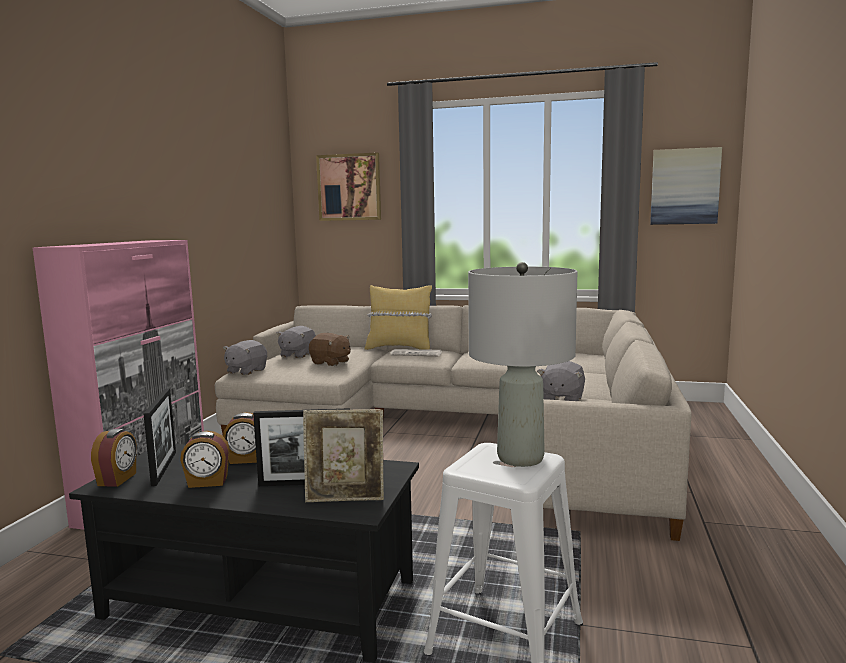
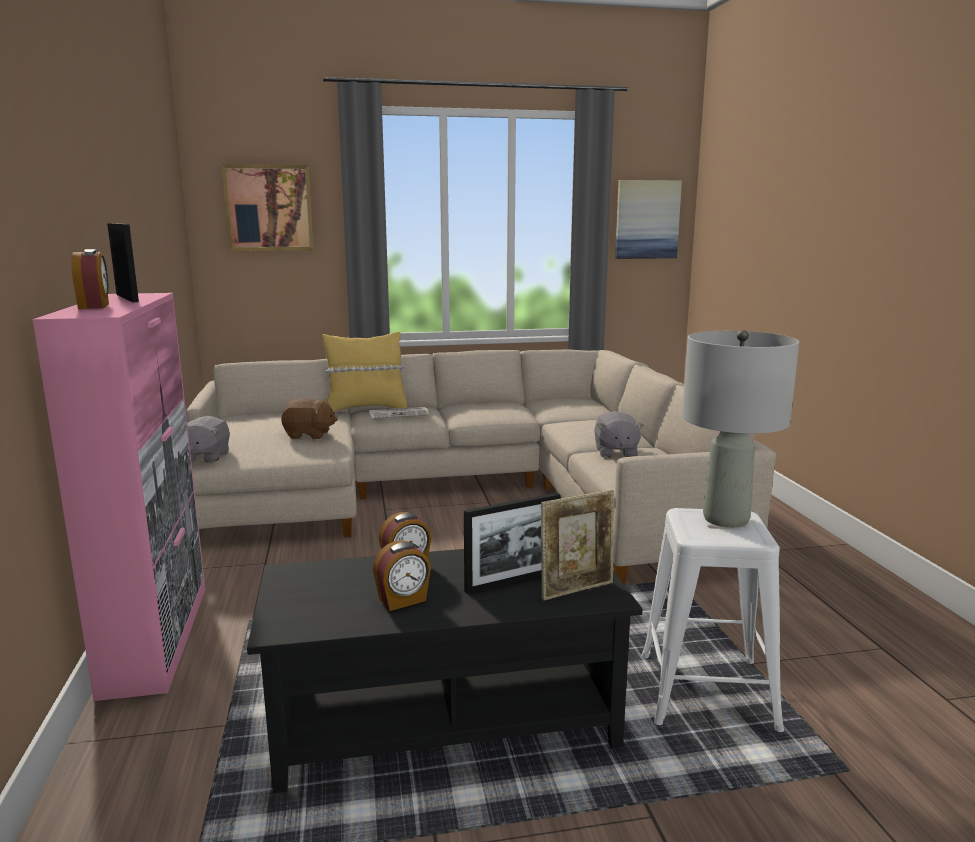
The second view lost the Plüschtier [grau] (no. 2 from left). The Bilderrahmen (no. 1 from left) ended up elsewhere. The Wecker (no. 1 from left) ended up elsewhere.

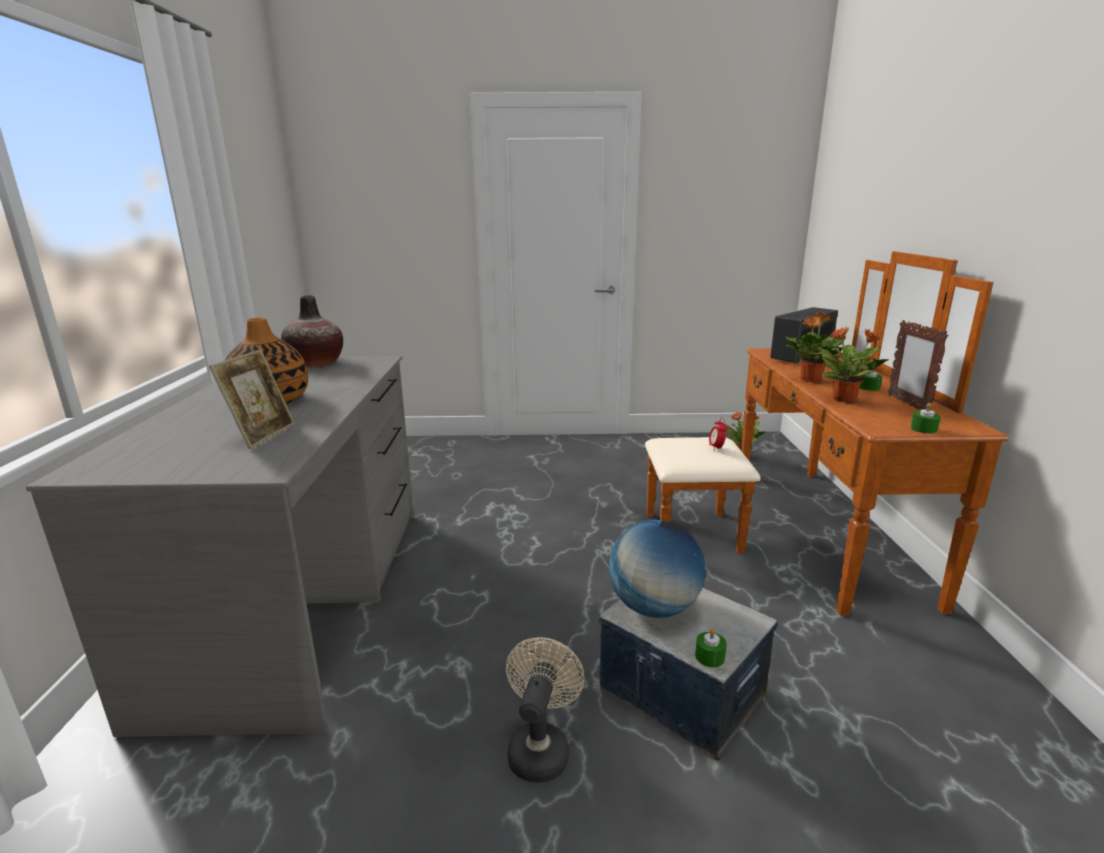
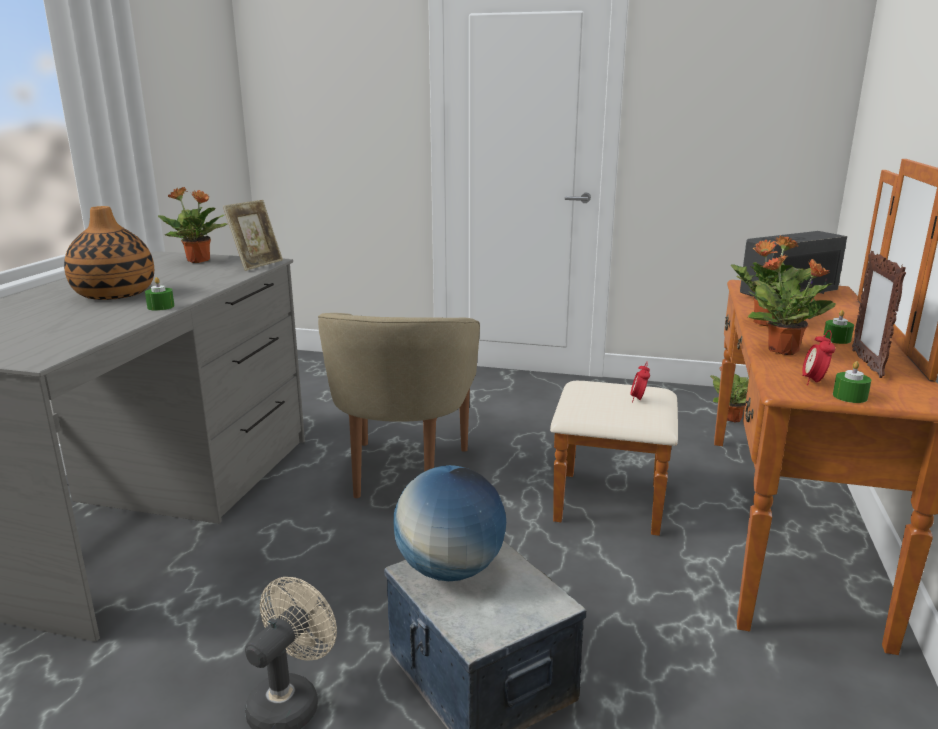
Where the Vase (no. 2 from left) stood, the Topfpflanze (no. 1 from left) came to stand. The Bilderrahmen (no. 1 from left) ended up elsewhere. The Kerze [grün] (no. 1 from left) ended up elsewhere. The second view gained the Sessel [beige]. The second view gained the Wecker (no. 2 from left).

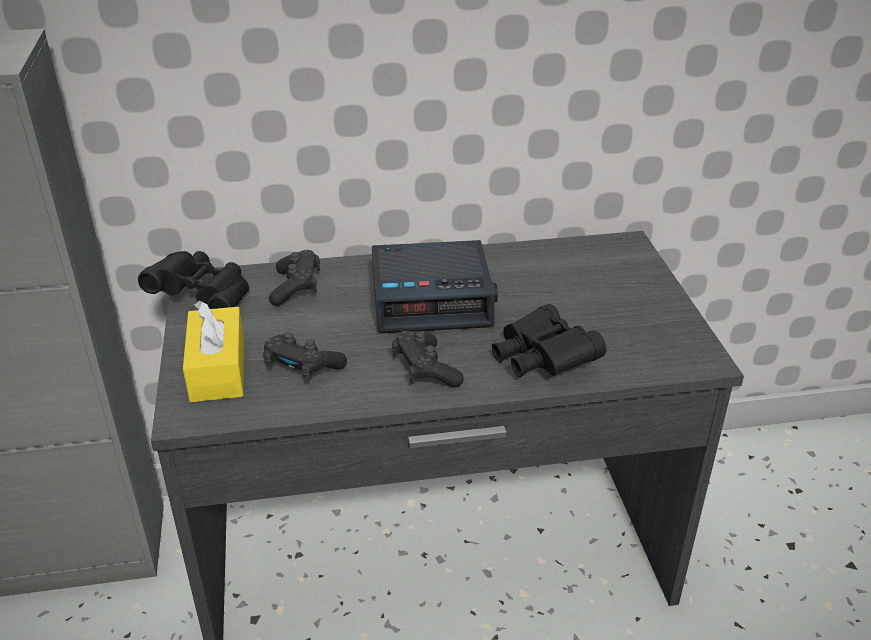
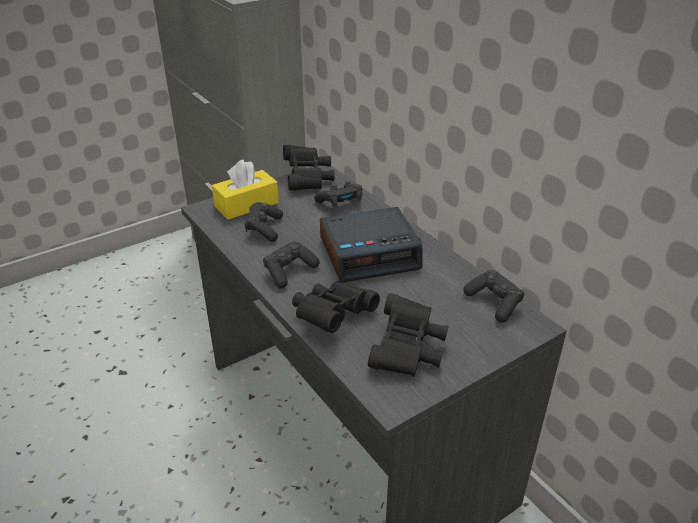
The Wecker ended up facing another way, 75 degrees counterclockwise from before. The second view gained the Gamepad [schwarz] (no. 4 from left). The second view gained the Fernglas [schwarz] (no. 3 from left).

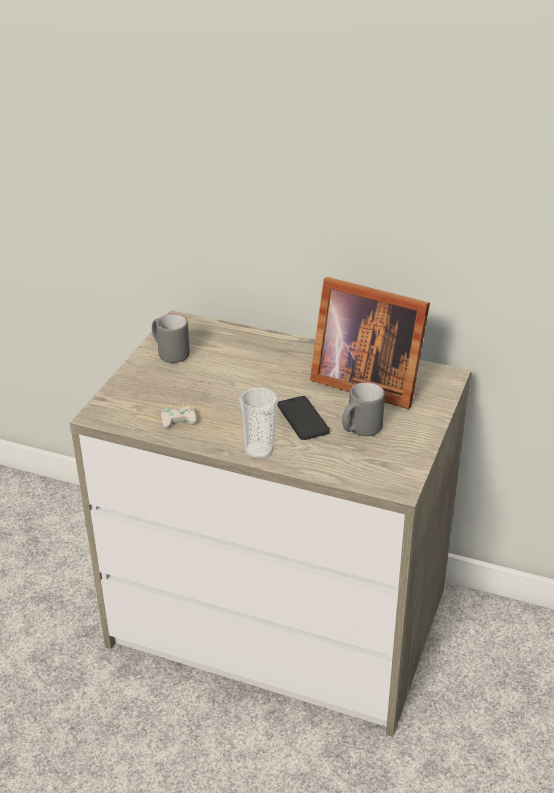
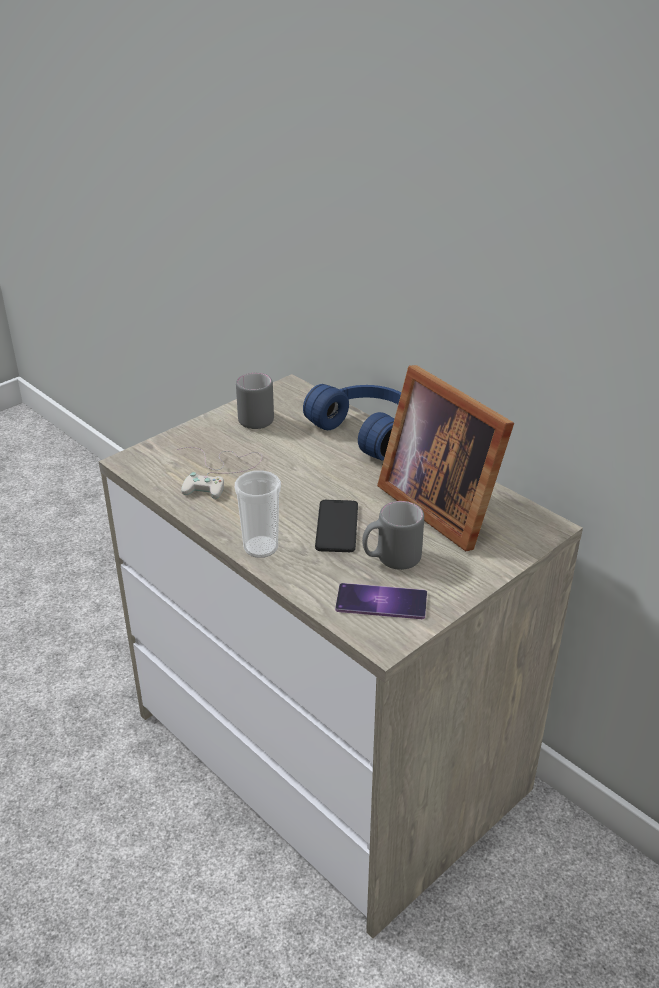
The second view gained the Kopfhörer [blau]. The second view gained the Handy (no. 2 from left).

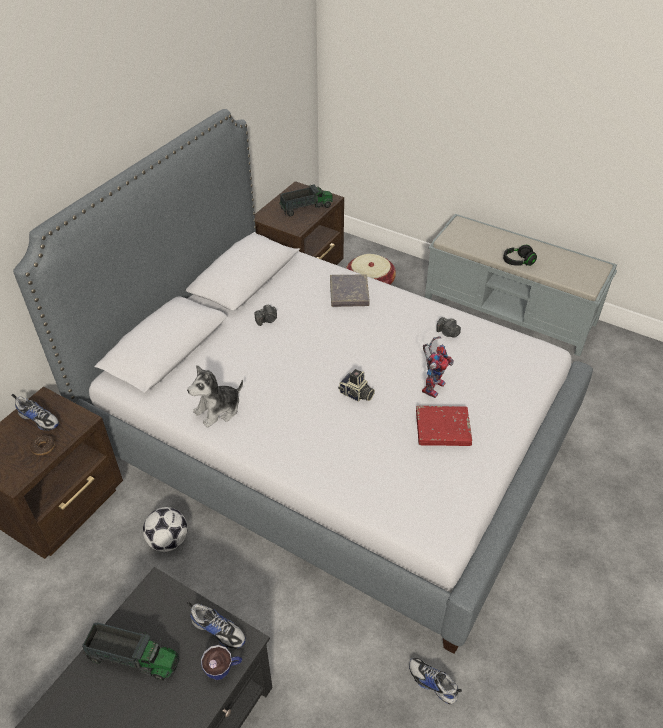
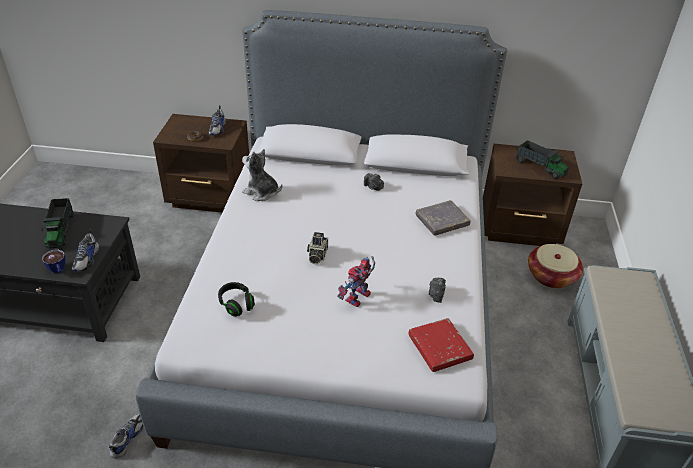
The Kopfhörer [schwarz] ended up elsewhere. The Spielzeugroboter ended up facing another way, 120 degrees clockwise from before. The Buch [rot] ended up elsewhere. The second view lost the Fußball.

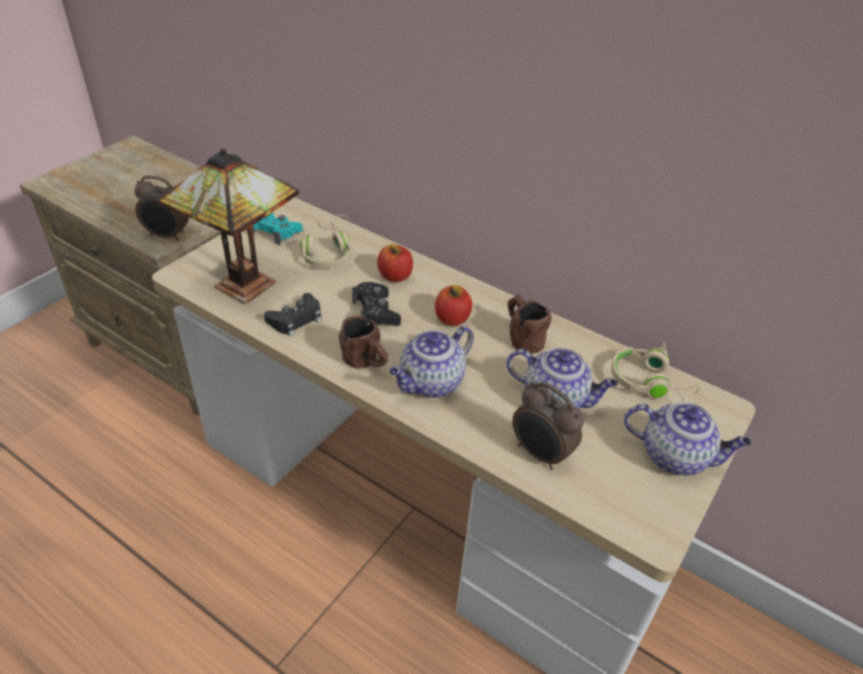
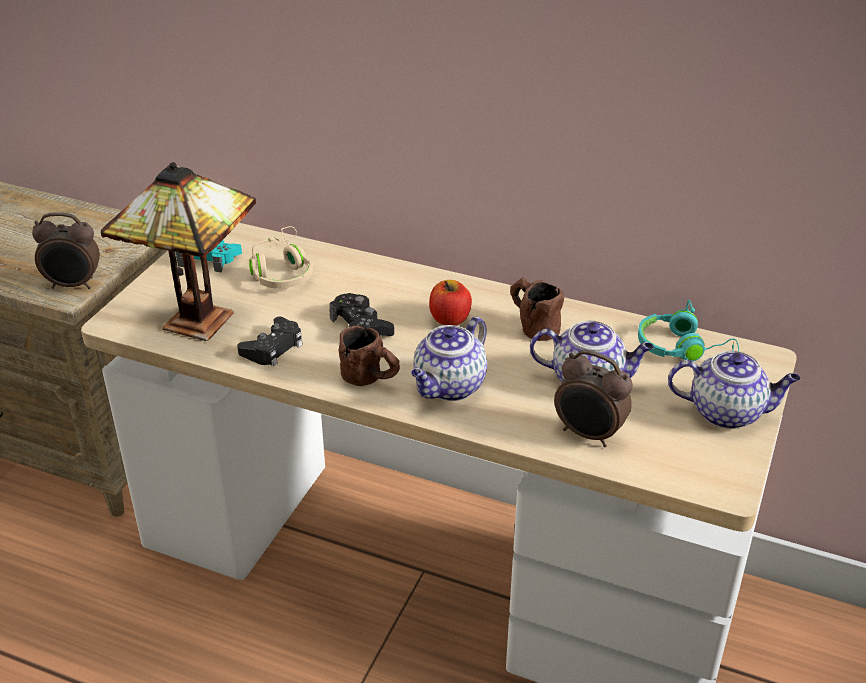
The second view lost the Apfel (no. 1 from left). What was the Kopfhörer [beige] (no. 2 from left) turned into the Kopfhörer [türkis].

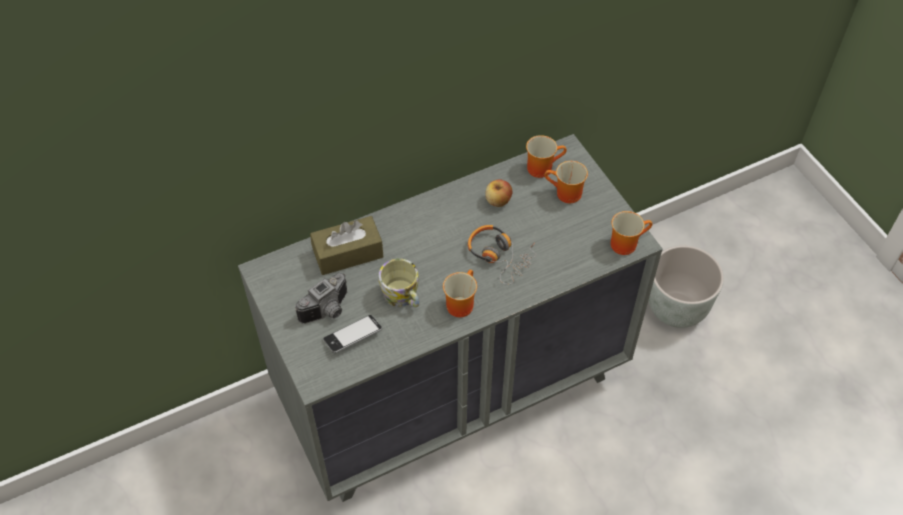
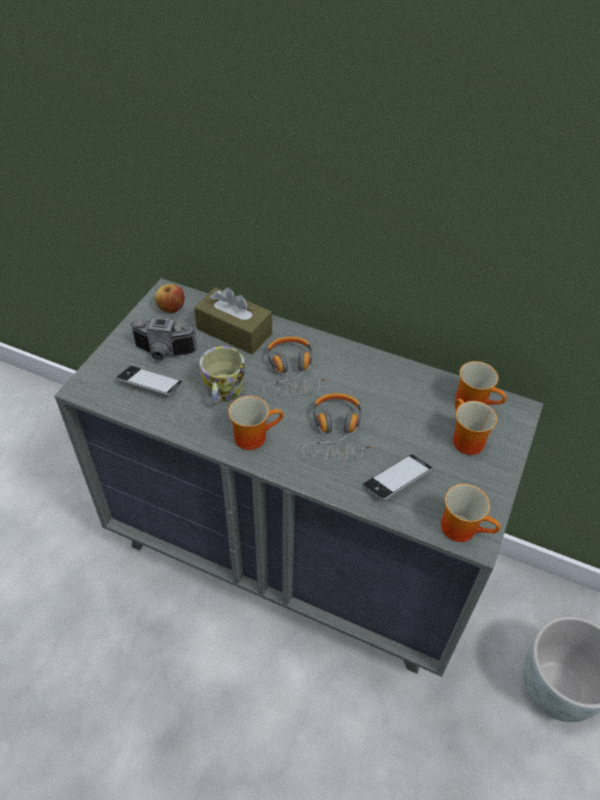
The Apfel ended up elsewhere. The second view gained the Kopfhörer (no. 1 from left). The second view gained the Handy (no. 2 from left).

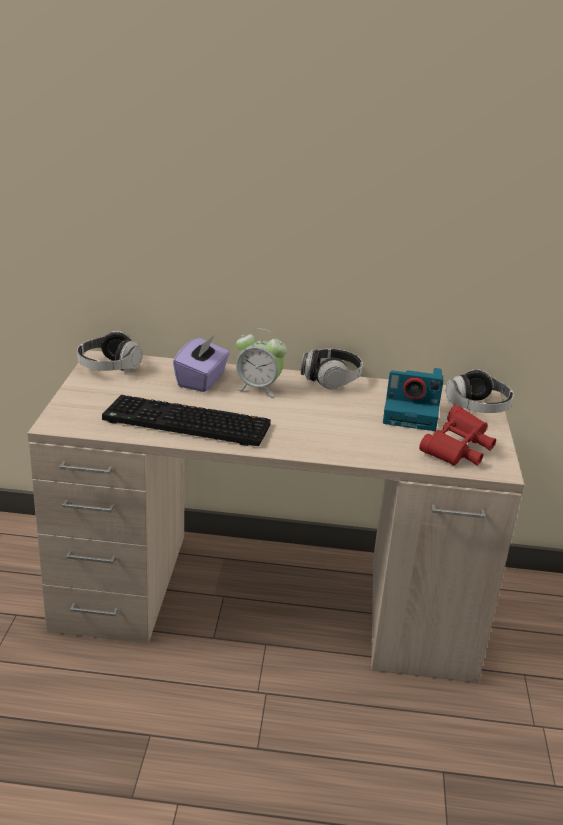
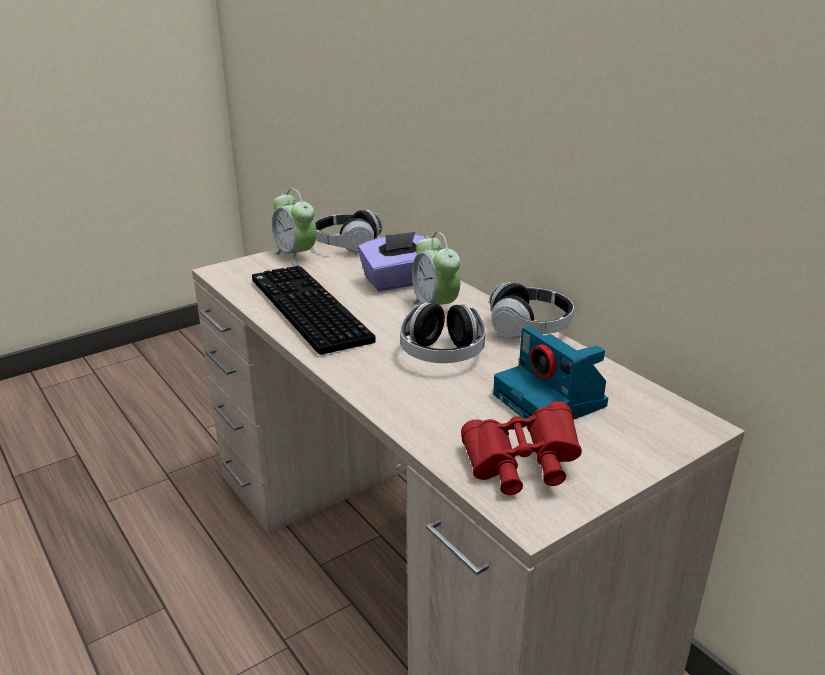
The Kopfhörer (no. 3 from left in the first image) ended up elsewhere. The second view gained the Wecker (no. 1 from left).

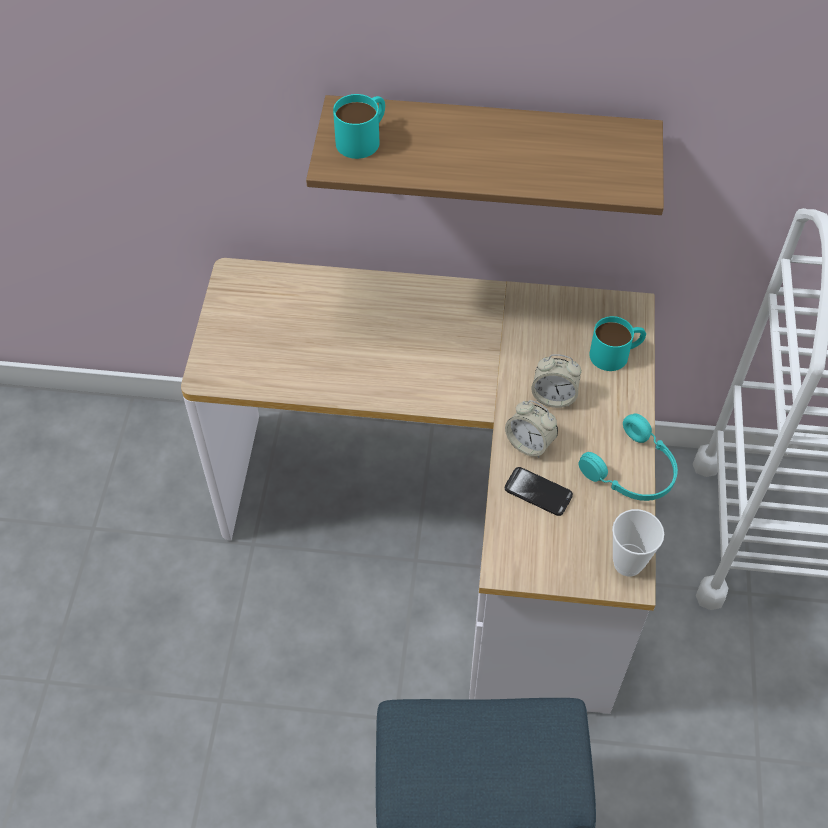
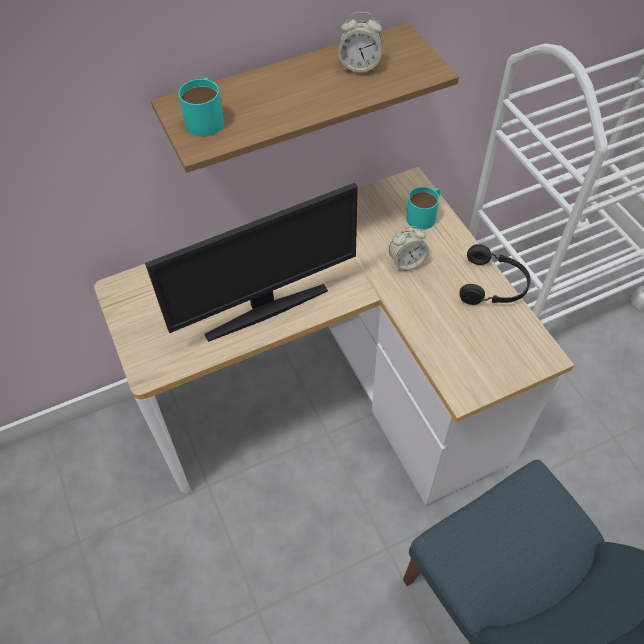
The Wecker (no. 1 from left) ended up elsewhere. What was the Kopfhörer [türkis] turned into the Kopfhörer [schwarz]. The second view lost the Handy. The second view lost the Tasse. The second view gained the Monitor.

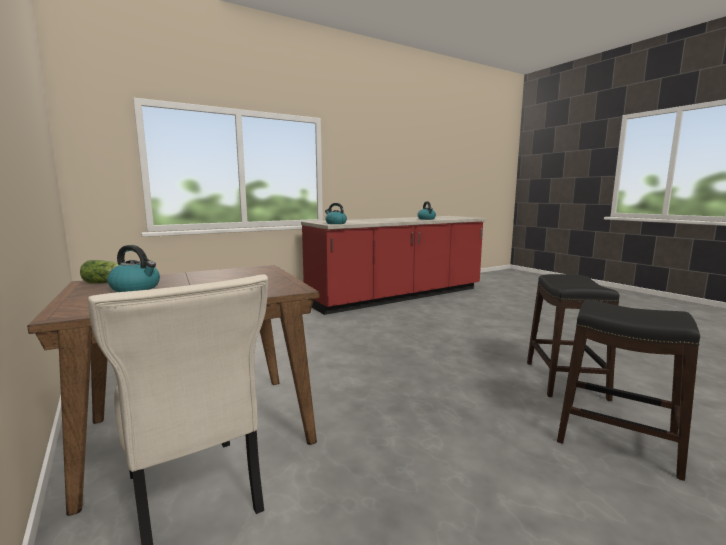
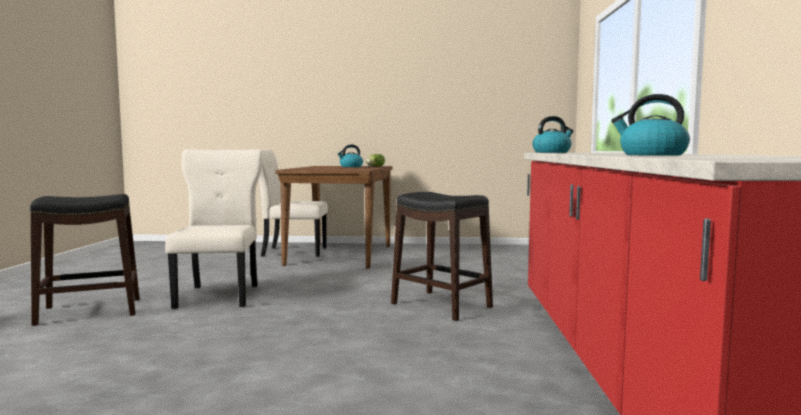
The Hocker [schwarz] (no. 1 from left in the first image) ended up elsewhere. The second view gained the Stuhl [beige] (no. 1 from left).

